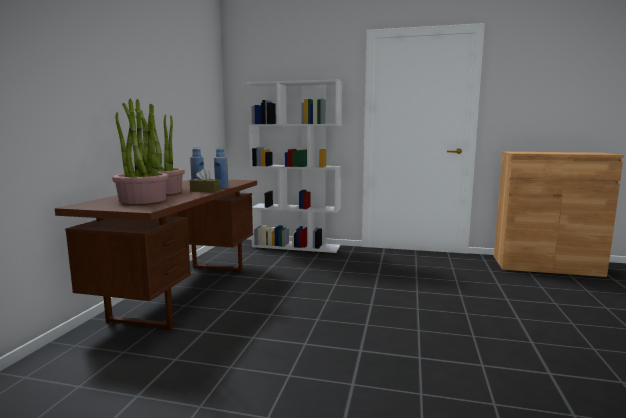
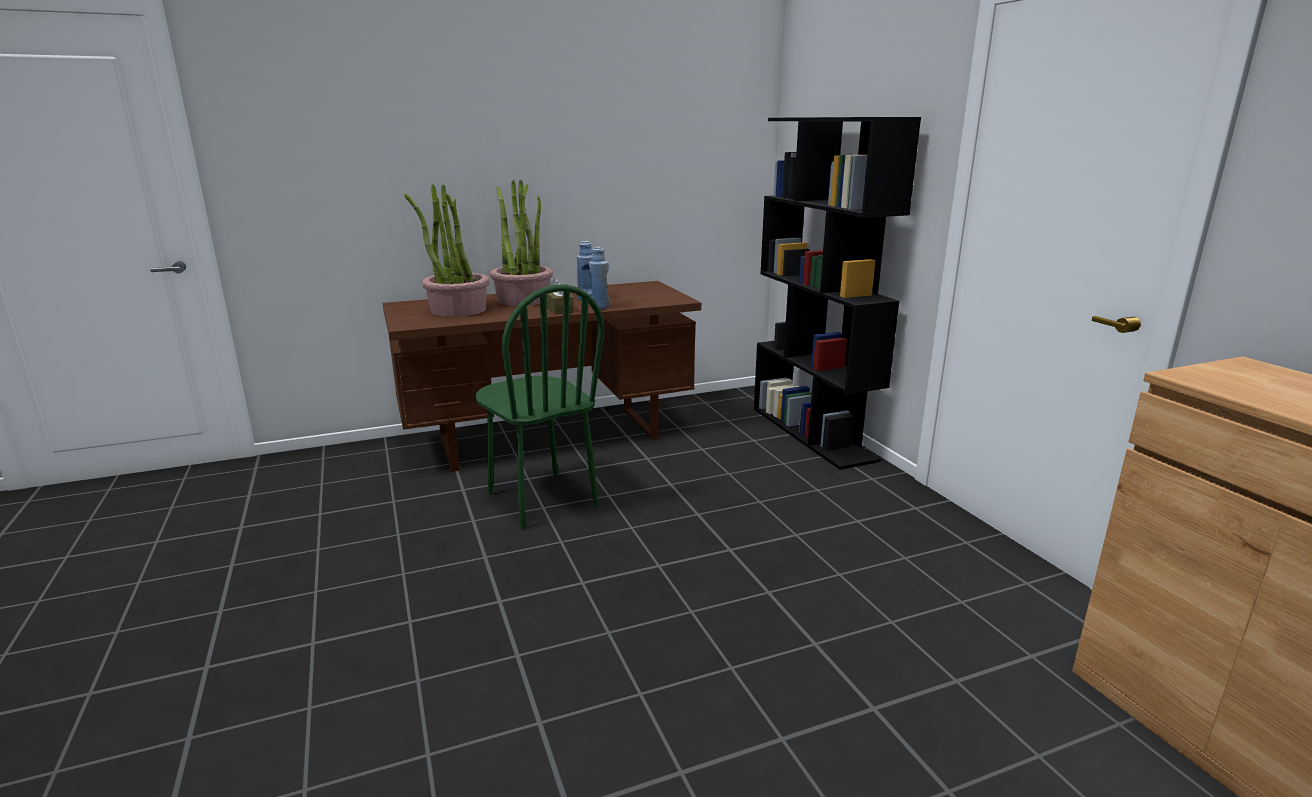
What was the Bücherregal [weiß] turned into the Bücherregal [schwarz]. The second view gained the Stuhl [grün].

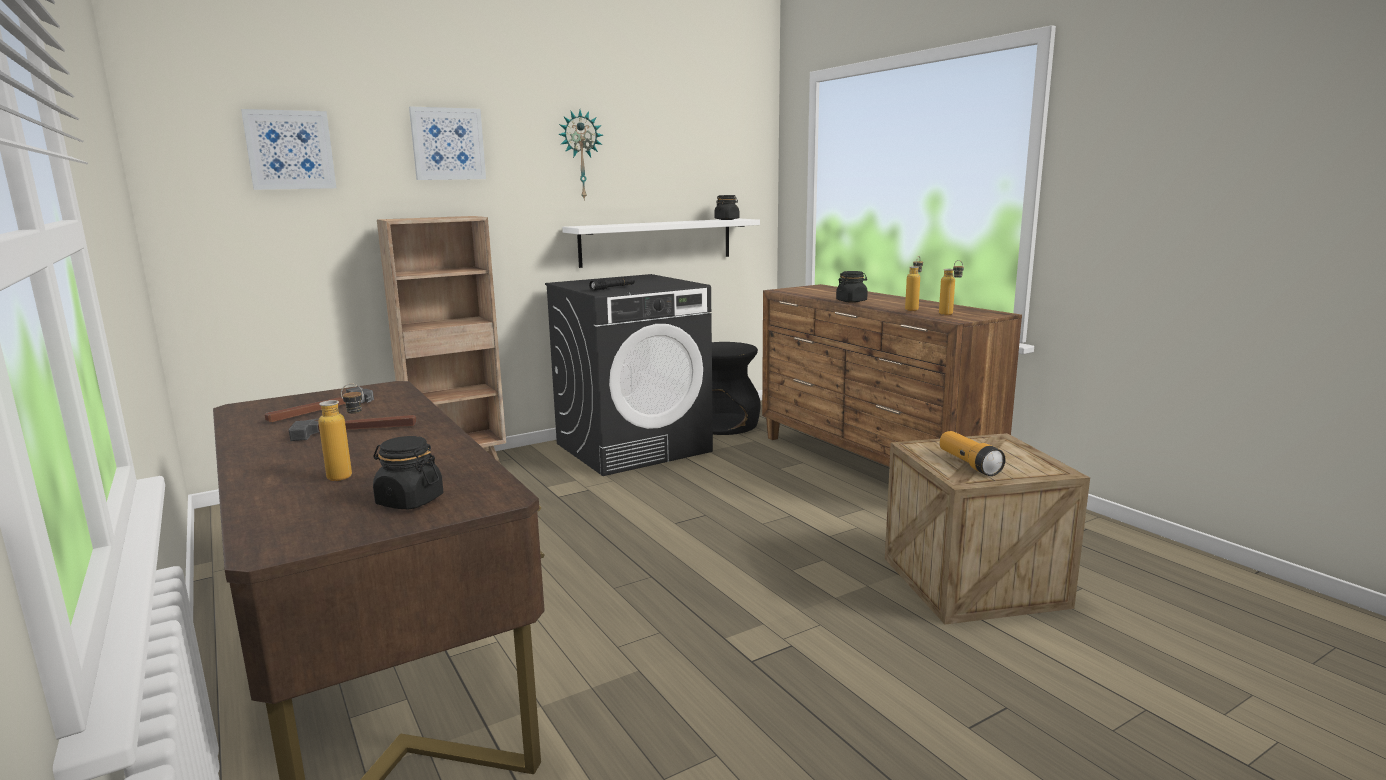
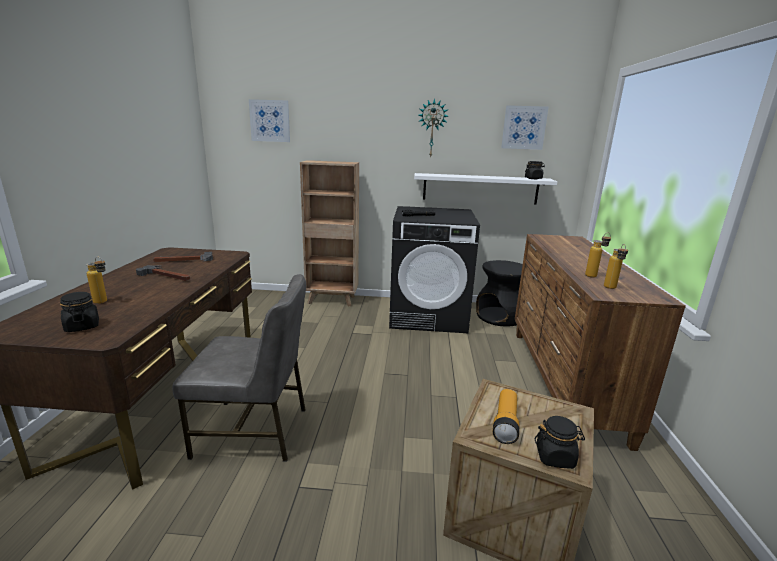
The Bild (no. 2 from left) ended up elsewhere. The Vorratsglas [schwarz] (no. 3 from left) ended up elsewhere. The second view gained the Stuhl [grau].

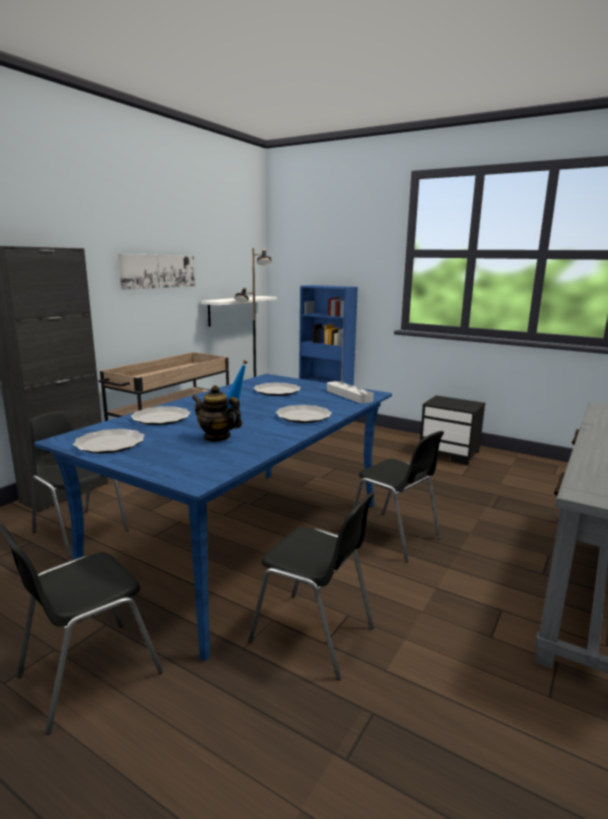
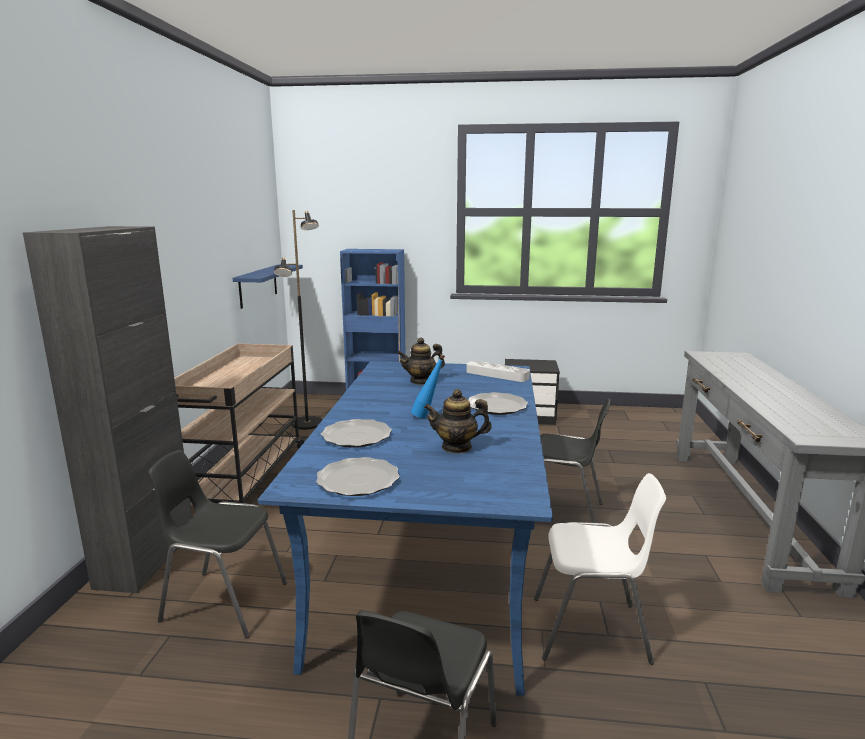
The second view lost the Bild. What was the Wandregal [weiß] turned into the Wandregal [blau]. Where the Teller (no. 3 from left) stood, the Teekanne (no. 1 from left) came to stand. What was the Stuhl [schwarz] (no. 3 from left) turned into the Stuhl [weiß].

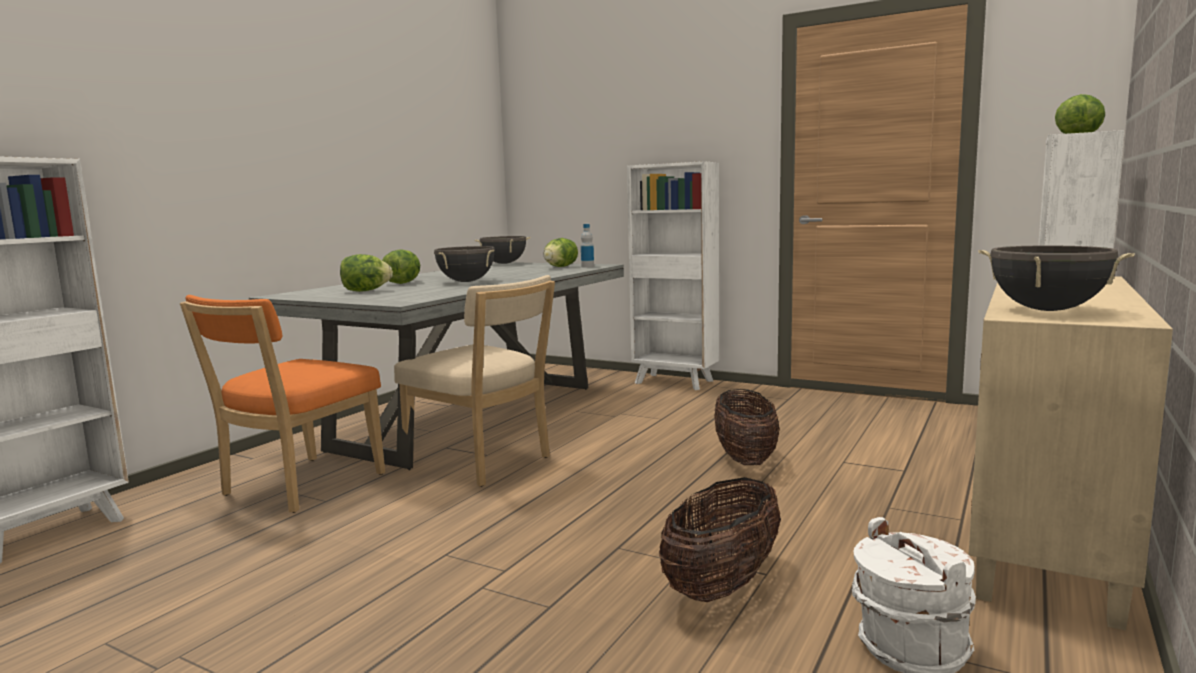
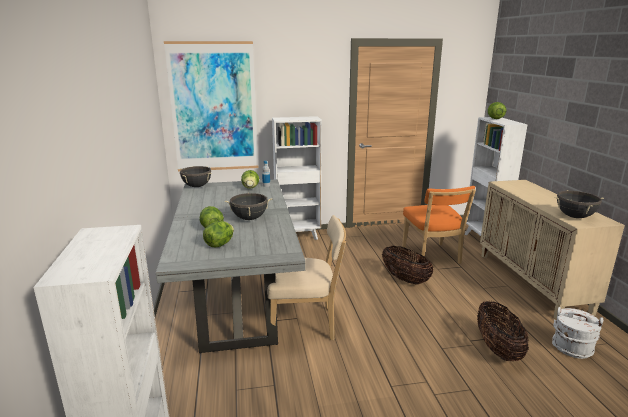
The Stuhl [orange] ended up elsewhere. The second view gained the Bild.

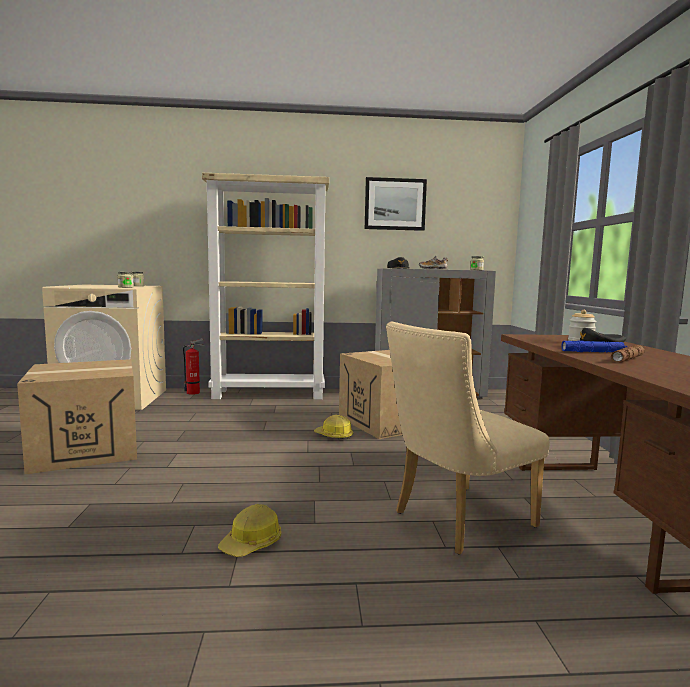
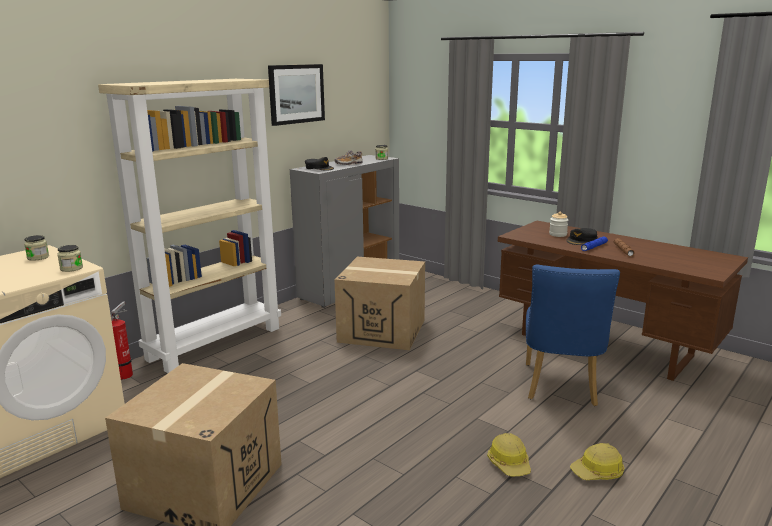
What was the Stuhl [beige] turned into the Stuhl [blau]. The Schutzhelm (no. 2 from left) ended up elsewhere.

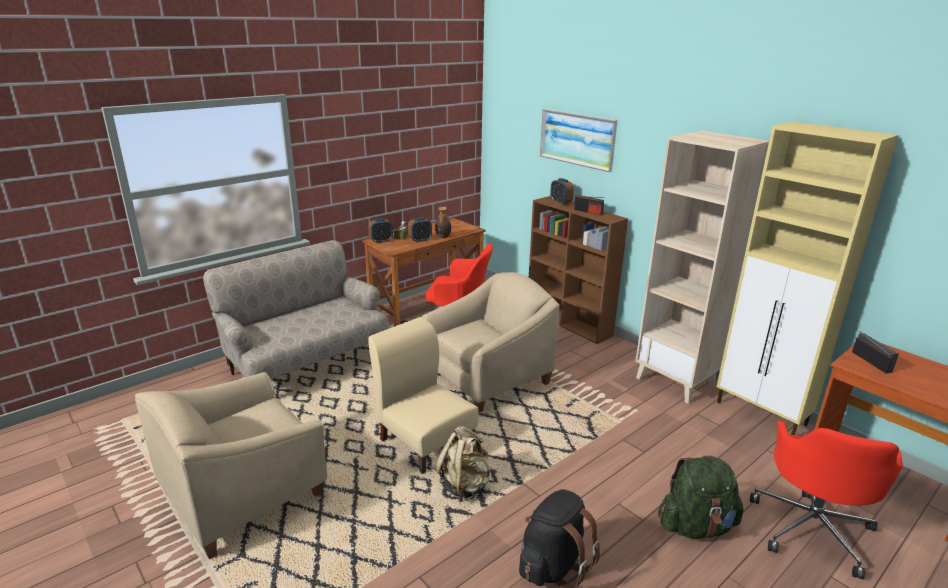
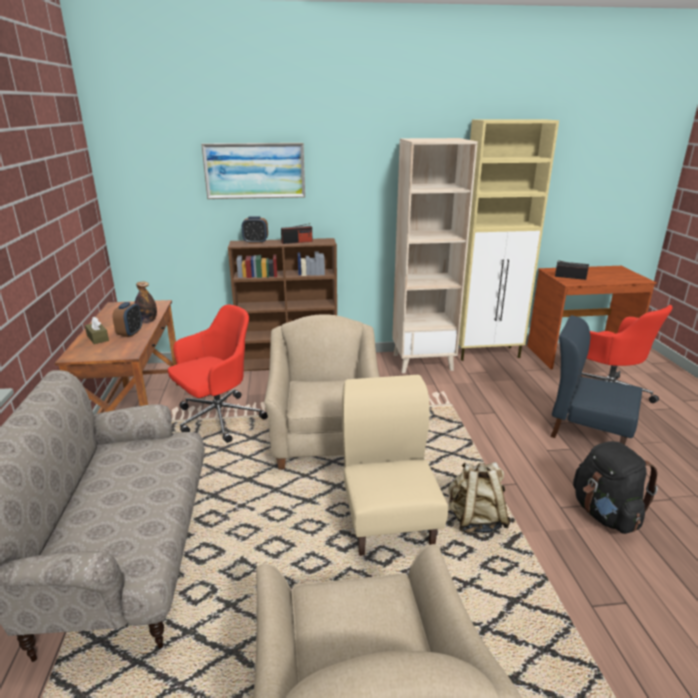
The second view lost the Wecker (no. 1 from left). The Stuhl [beige] ended up facing another way, 90 degrees clockwise from before. Where the Rucksack [grün] stood, the Stuhl [blau] came to stand.

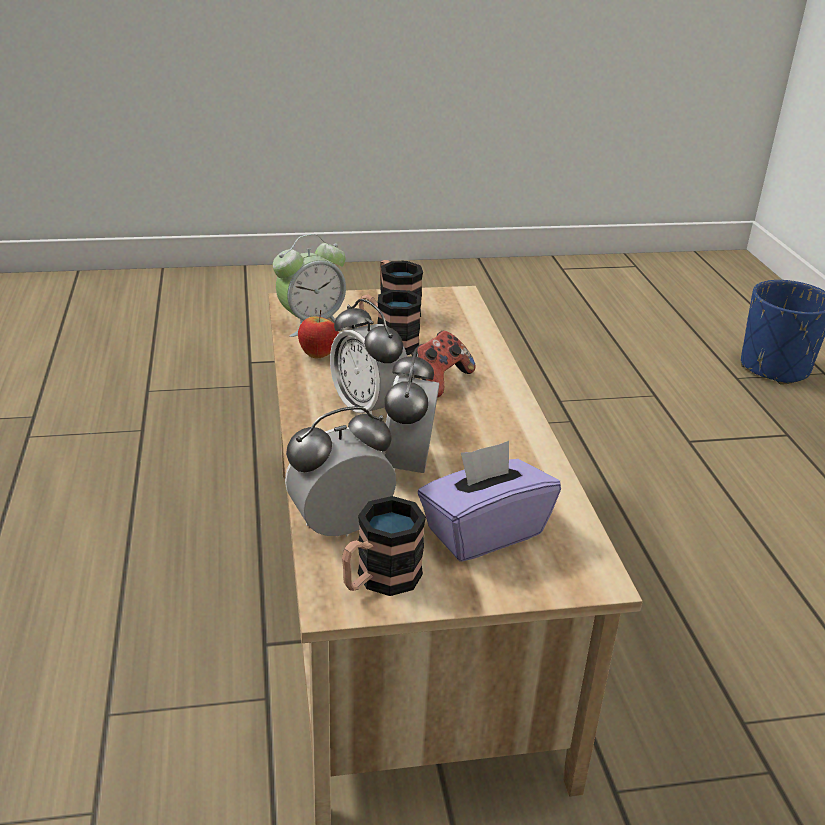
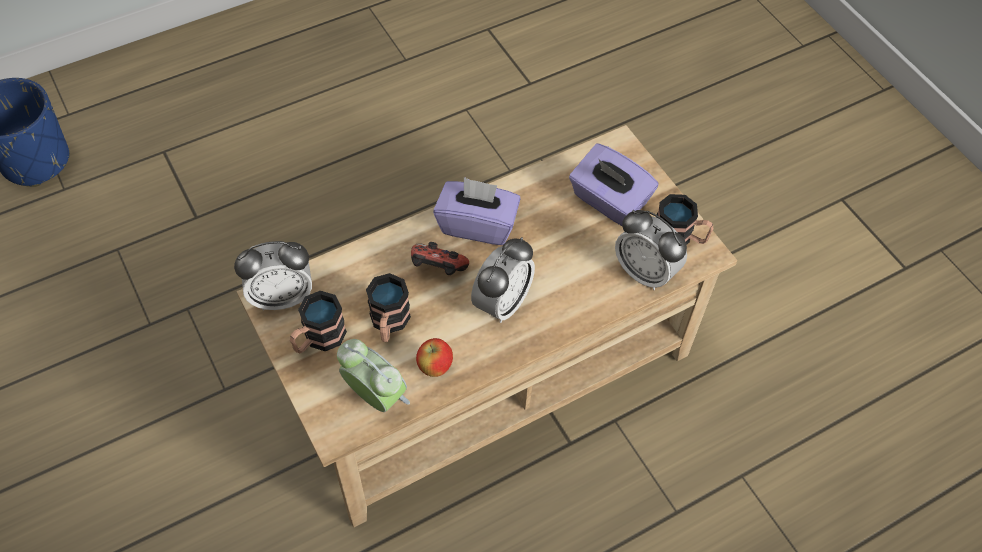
The Wecker (no. 4 from left in the first image) ended up elsewhere. The second view gained the Taschentuchbox [lila] (no. 1 from left).

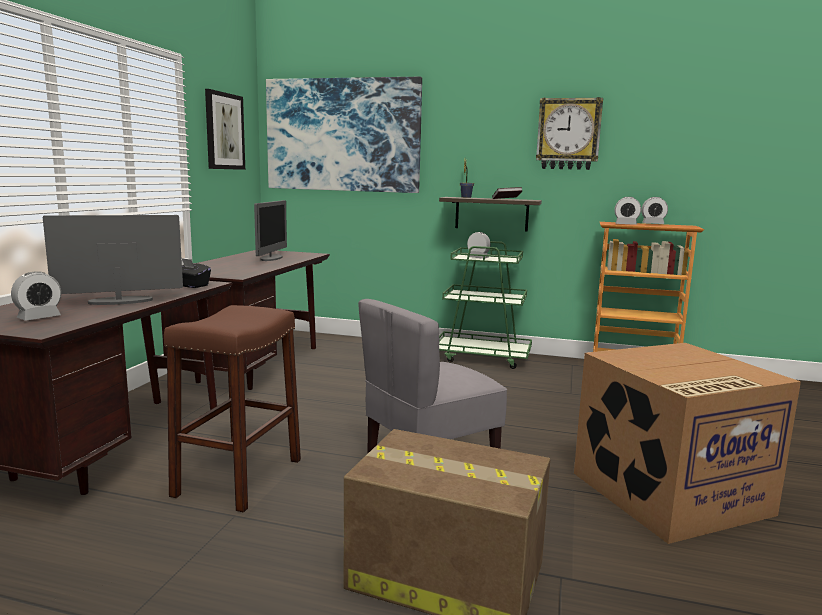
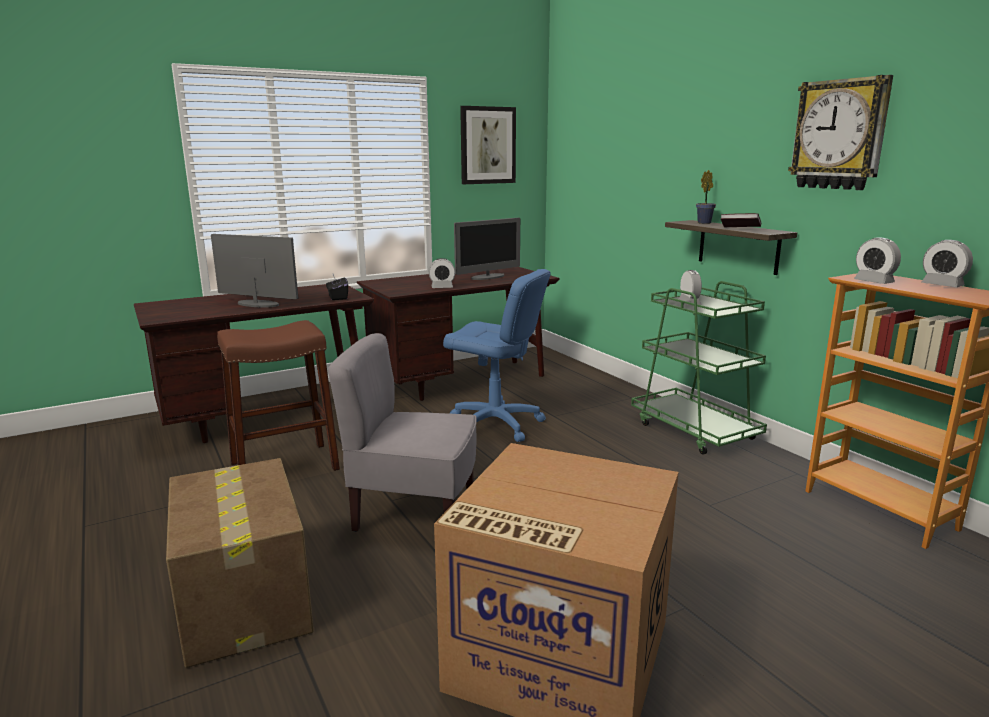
The second view lost the Bild (no. 2 from left). The Wecker (no. 1 from left) ended up elsewhere. The second view gained the Bürostuhl [blau].

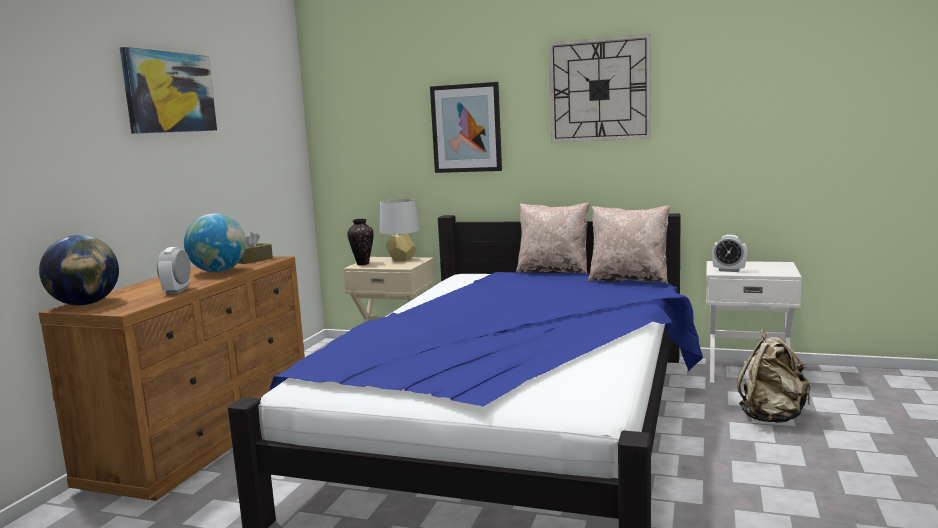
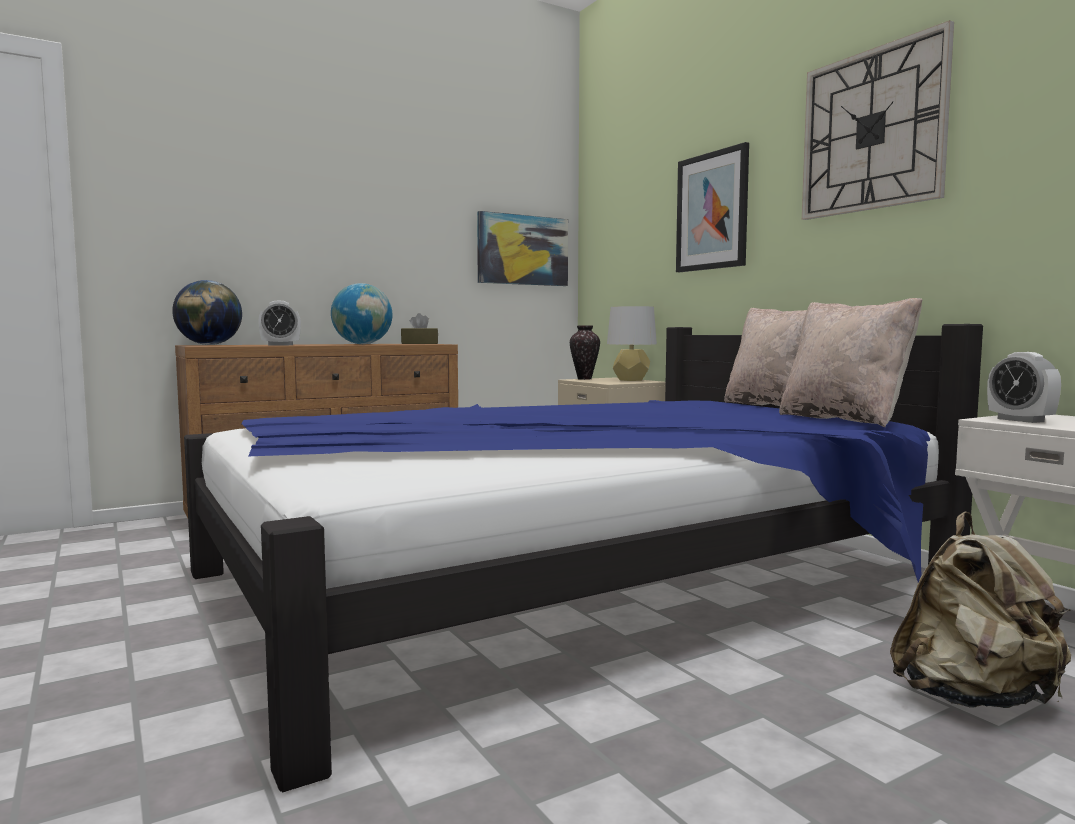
The Bild (no. 1 from left) ended up elsewhere. The Wecker (no. 1 from left) ended up facing another way, 150 degrees counterclockwise from before.

